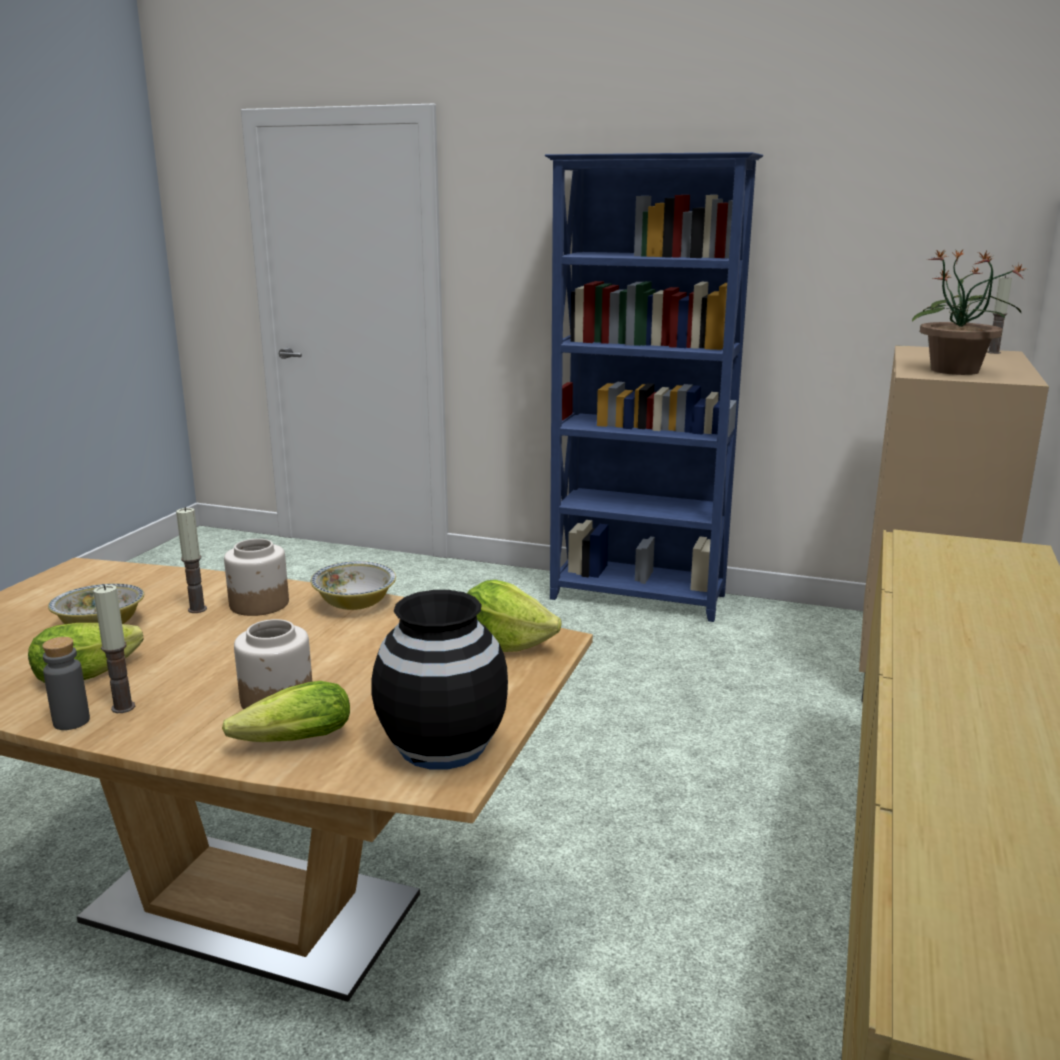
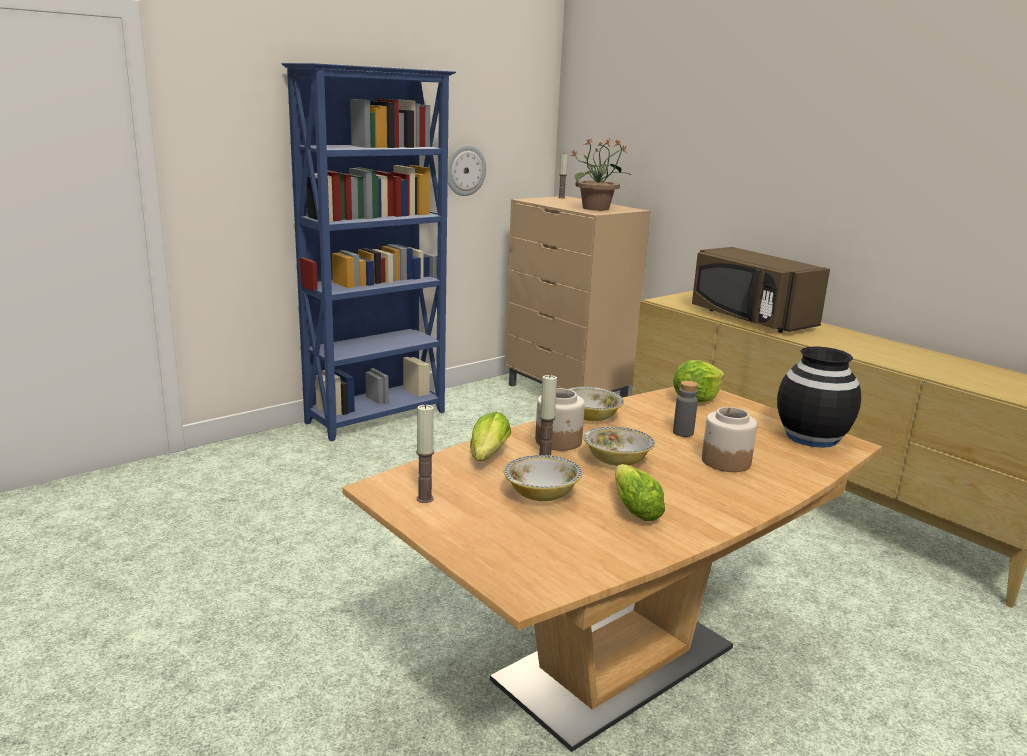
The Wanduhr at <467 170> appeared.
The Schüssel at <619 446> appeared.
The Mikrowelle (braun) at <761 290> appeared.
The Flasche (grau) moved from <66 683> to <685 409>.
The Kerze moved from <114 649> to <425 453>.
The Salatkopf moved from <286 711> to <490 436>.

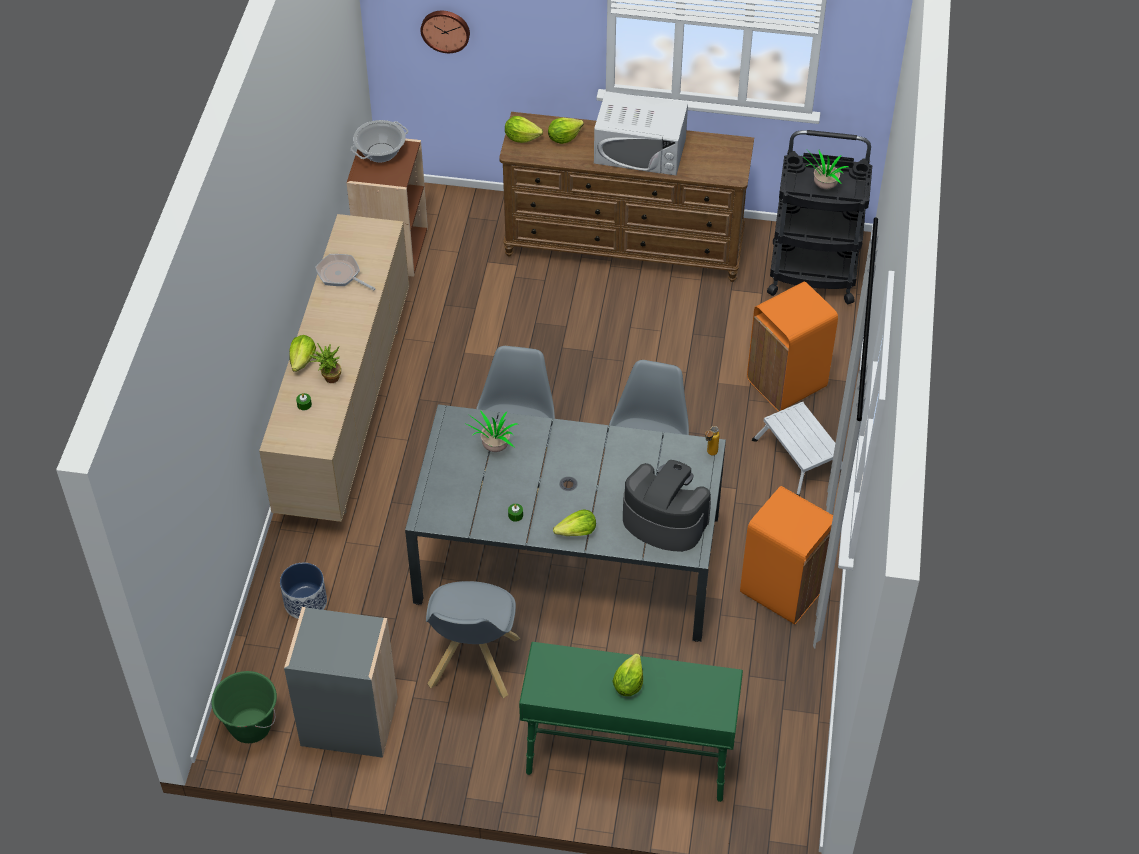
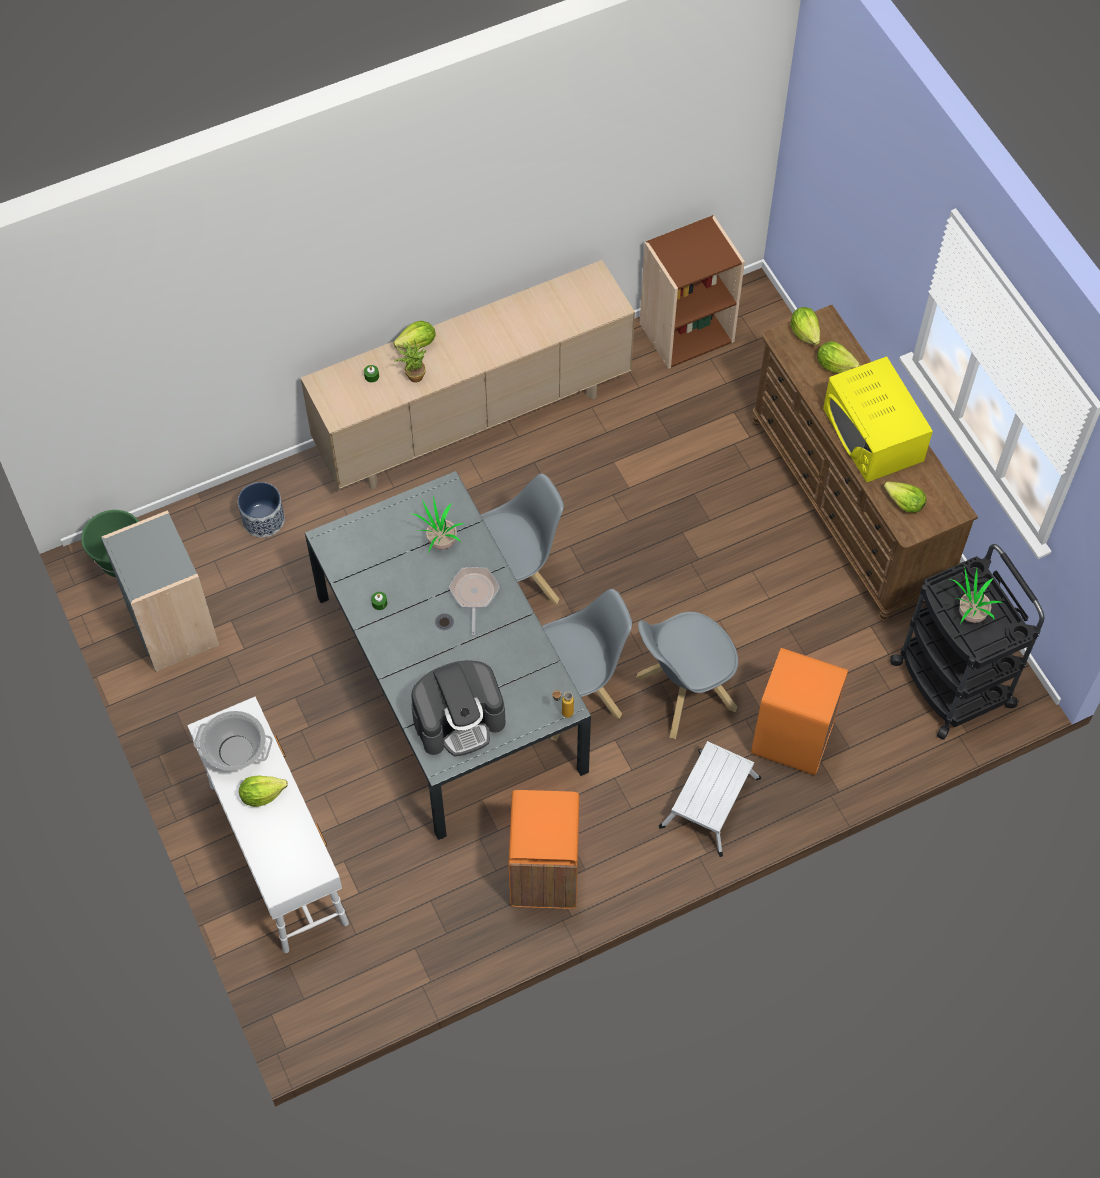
The Wanduhr at <445 32> disappeared.
The Pfanne moved from <345 272> to <474 601>.
The Kochtopf moved from <379 141> to <233 741>.
The Stuhl (grau) moved from <473 639> to <687 675>.
The Salatkopf moved from <574 522> to <905 497>.
The Konsolentisch (grün) at <631 722> became the Konsolentisch (weiß) at <268 825>.
The Mikrowelle (weiß) at <641 133> became the Mikrowelle (gelb) at <878 419>.
The Kaffeemaschine at <667 506> turned 75 degrees clockwise.

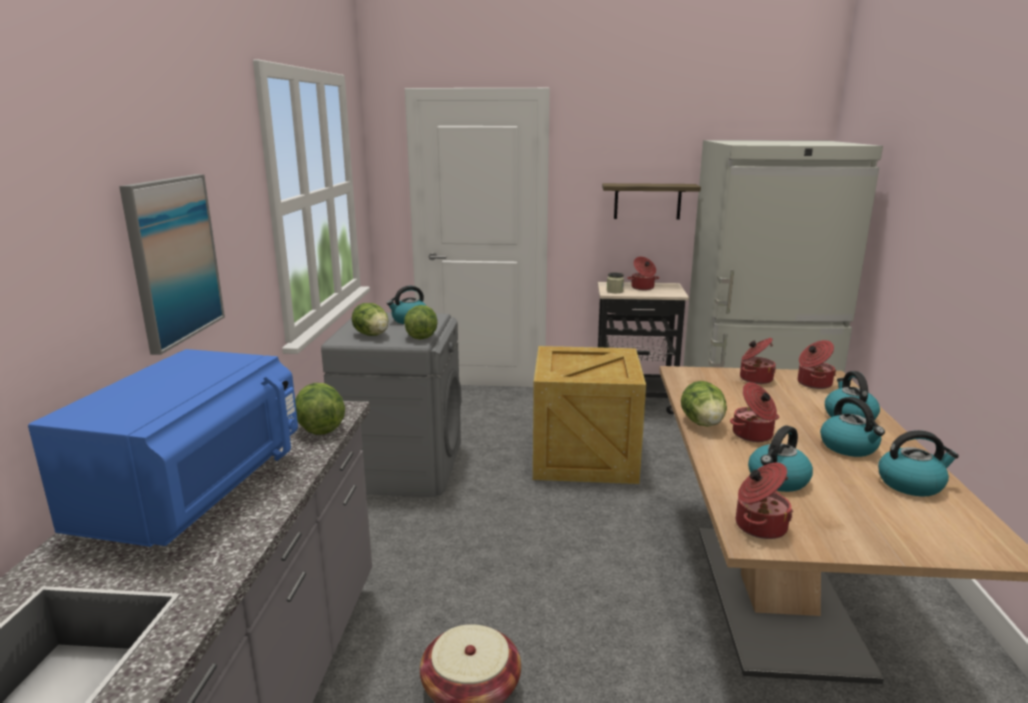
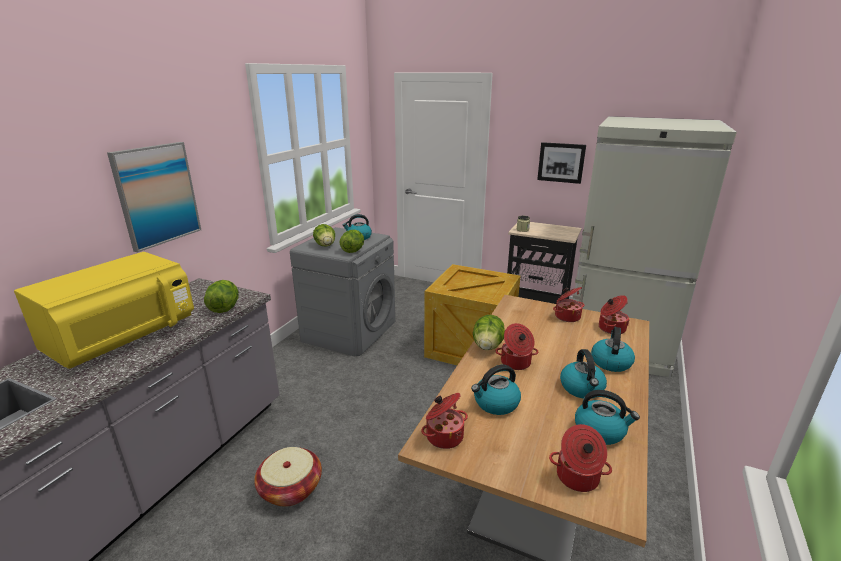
The Kochtopf moved from <643 273> to <580 458>.
The Wandregal at <651 201> was replaced by the Bild at <561 163>.
The Mikrowelle (blau) at <163 448> became the Mikrowelle (gelb) at <104 310>.

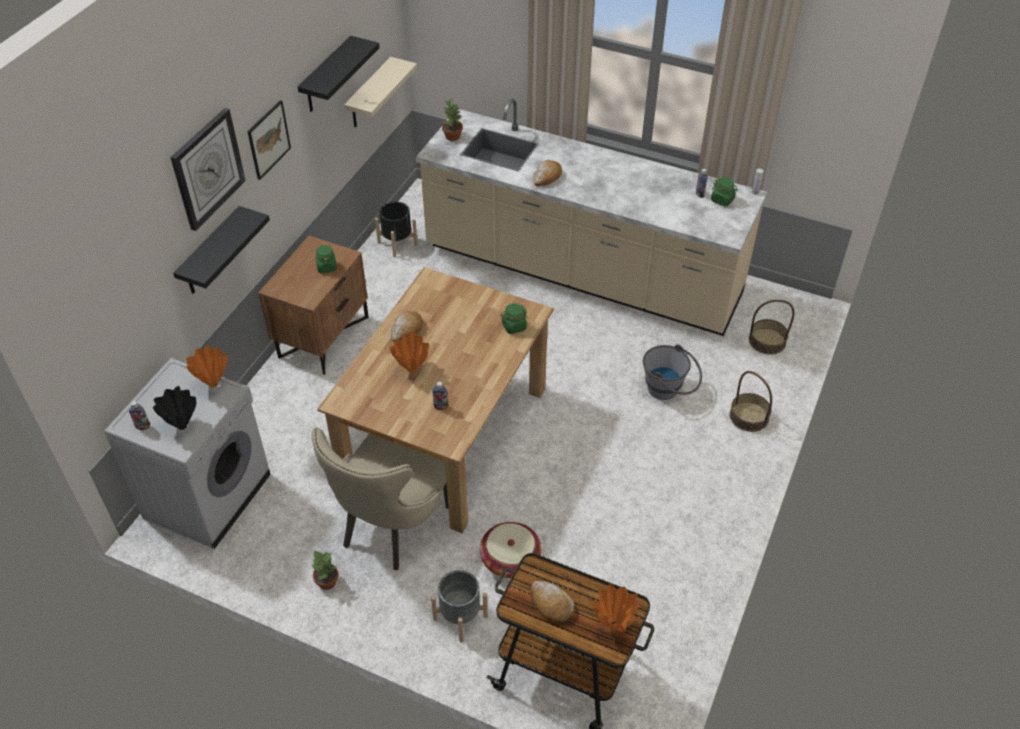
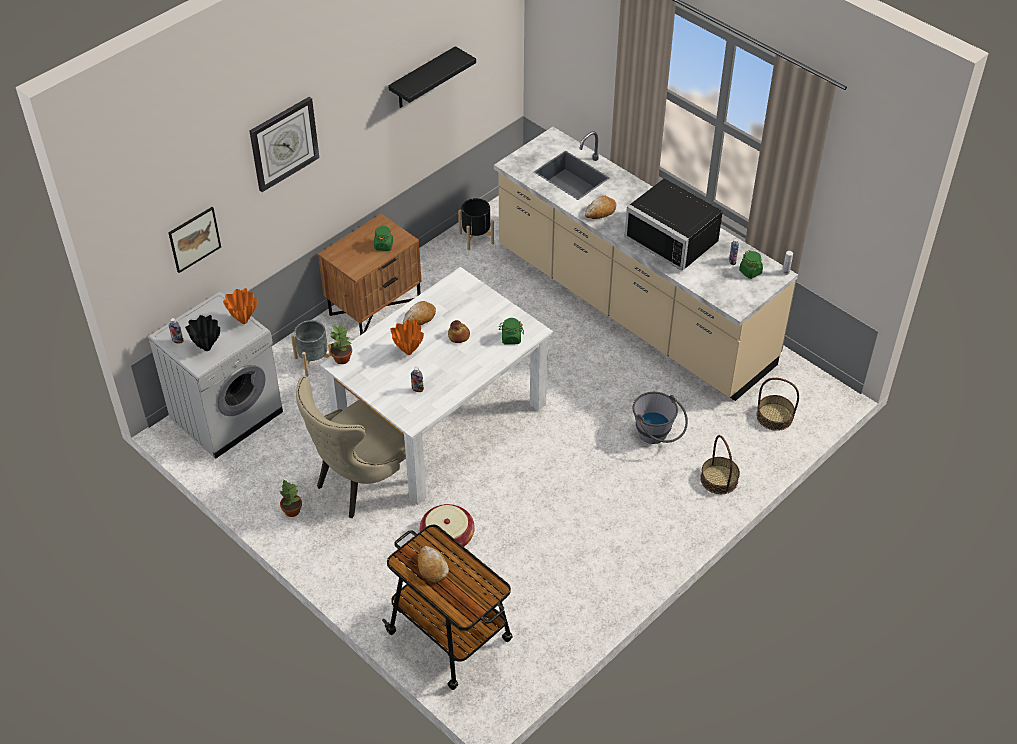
The Wandregal (schwarz) at <221 250> disappeared.
The Wandregal (beige) at <380 92> disappeared.
The Vase (orange) at <616 608> disappeared.
The Brot at <459 331> appeared.
The Mikrowelle (schwarz) at <673 224> appeared.
The Bild moved from <269 140> to <194 240>.
The Pflanzkübel (grau) moved from <459 606> to <311 348>.
The Topfpflanze moved from <452 119> to <341 344>.
The Esstisch (braun) at <435 400> became the Esstisch (weiß) at <436 386>.

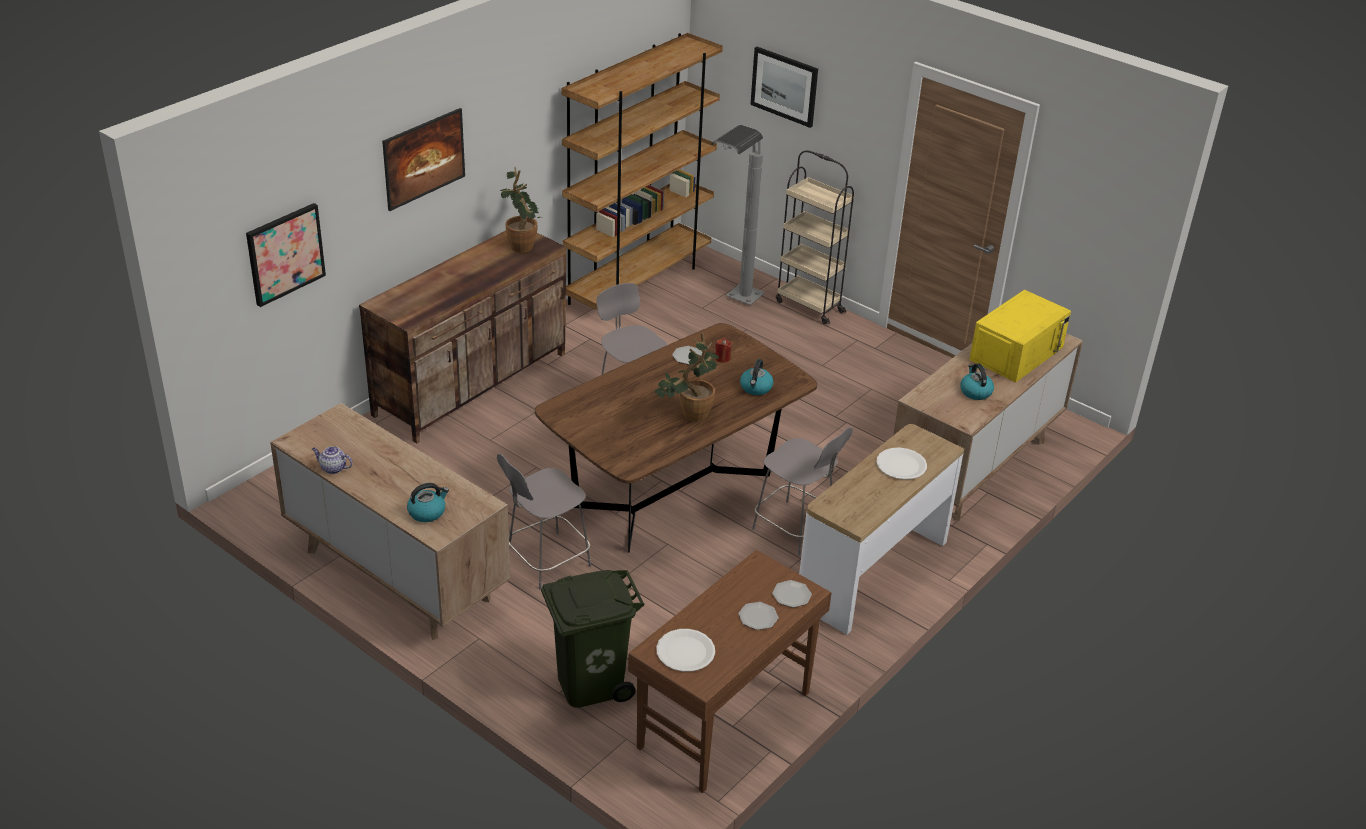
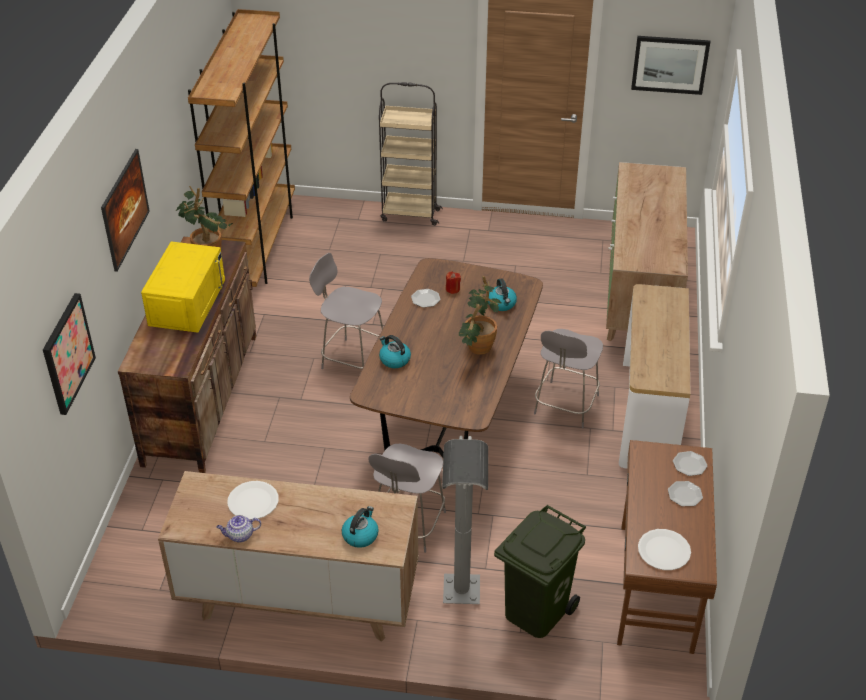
The Stehlampe (grau) moved from <738 215> to <465 520>.
The Bild moved from <784 87> to <670 65>.
The Teller (weiß) moved from <901 464> to <253 500>.
The Wasserkessel moved from <977 382> to <395 351>.
The Mikrowelle (gelb) moved from <1020 336> to <183 287>.
The Stuhl (grau) at <802 491> turned 105 degrees clockwise.

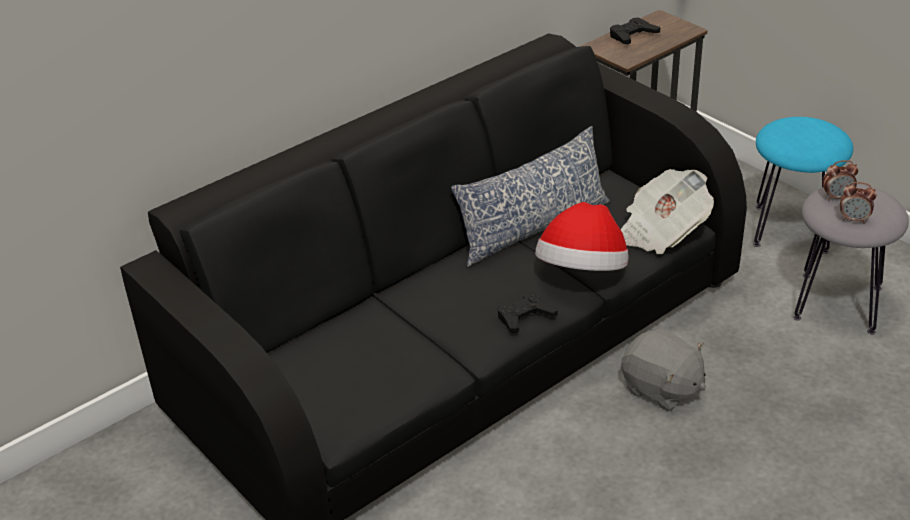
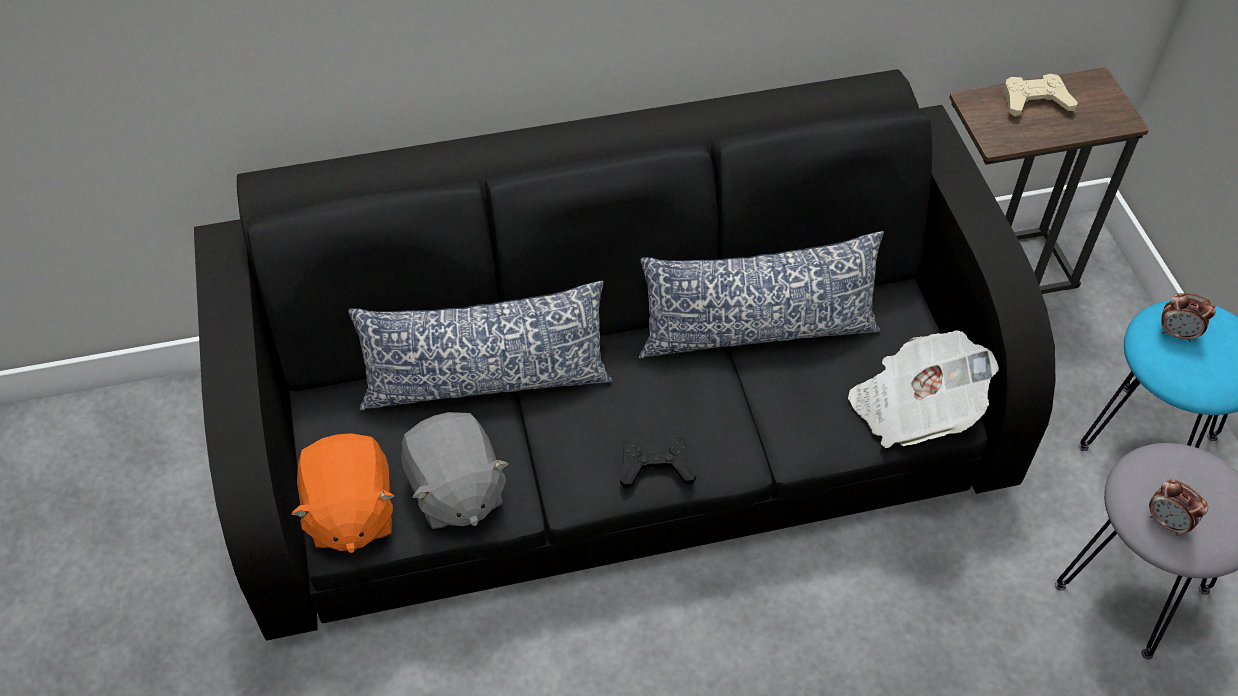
The Hut at <581 236> disappeared.
The Plüschtier (orange) at <343 493> appeared.
The Kissen at <480 345> appeared.
The Plüschtier (grau) moved from <663 369> to <455 470>.
The Wecker moved from <840 180> to <1188 317>.
The Gamepad (schwarz) at <635 30> became the Gamepad (beige) at <1040 95>.

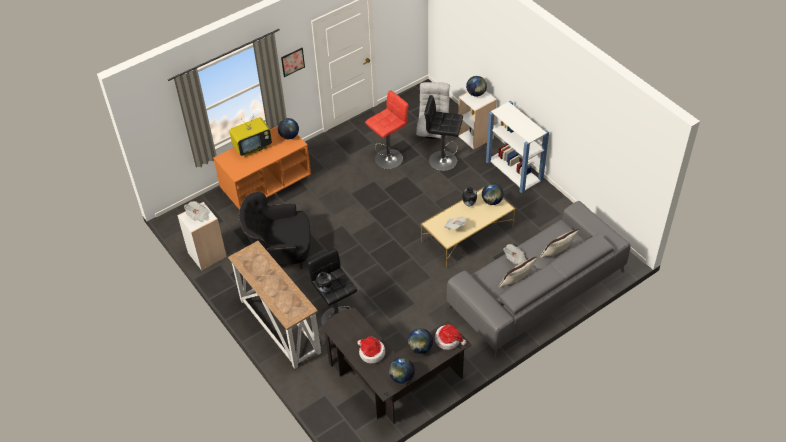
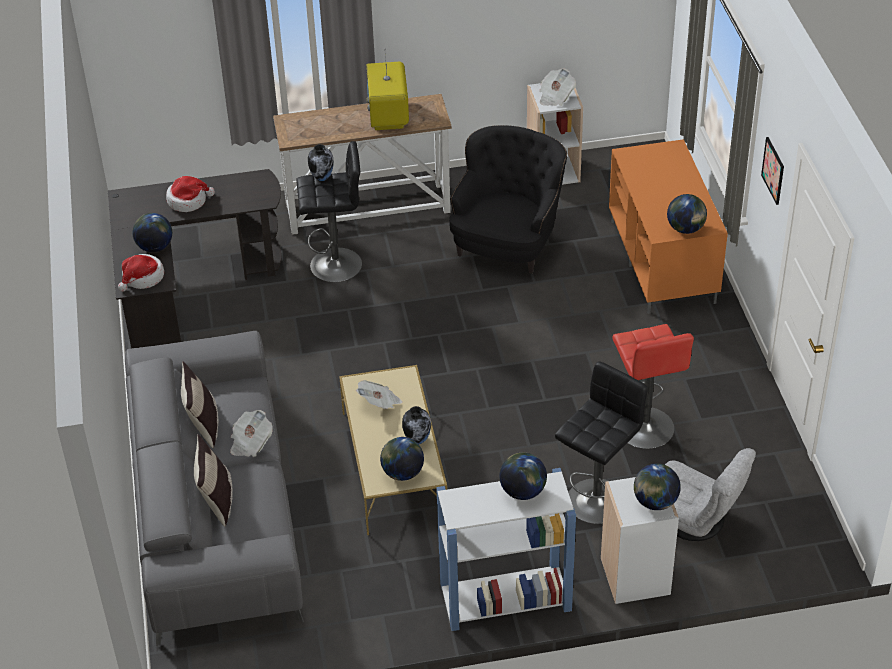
The Fernseher moved from <250 136> to <387 89>.
The Globus moved from <402 370> to <523 476>.

